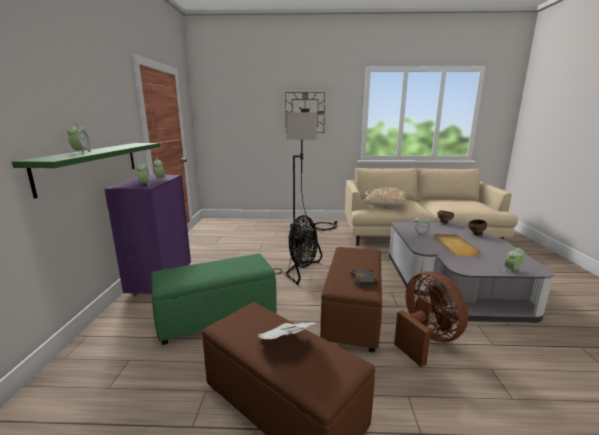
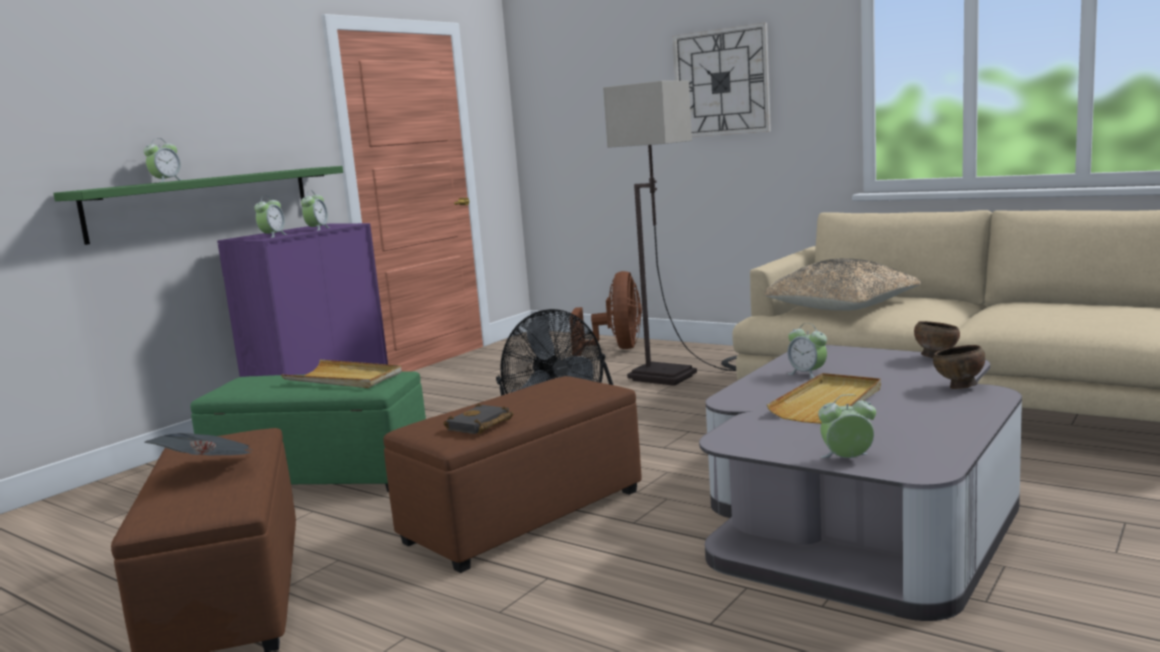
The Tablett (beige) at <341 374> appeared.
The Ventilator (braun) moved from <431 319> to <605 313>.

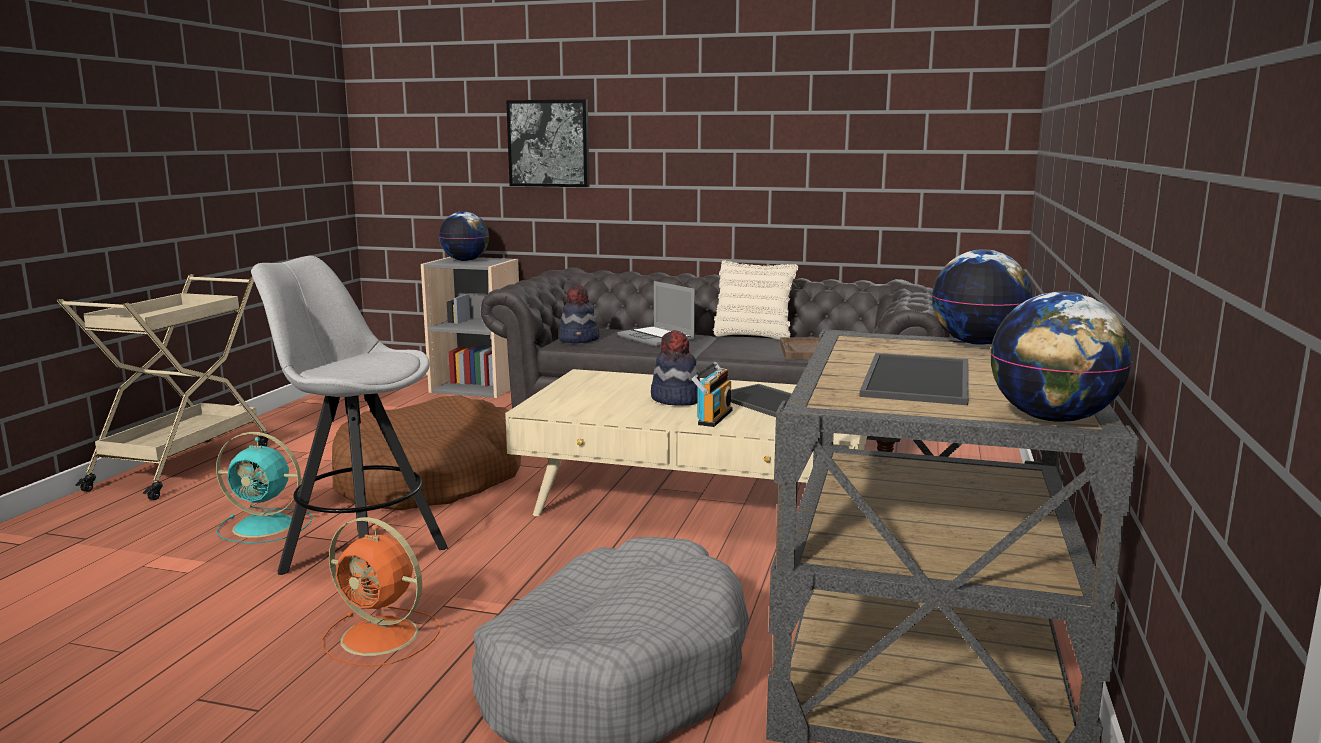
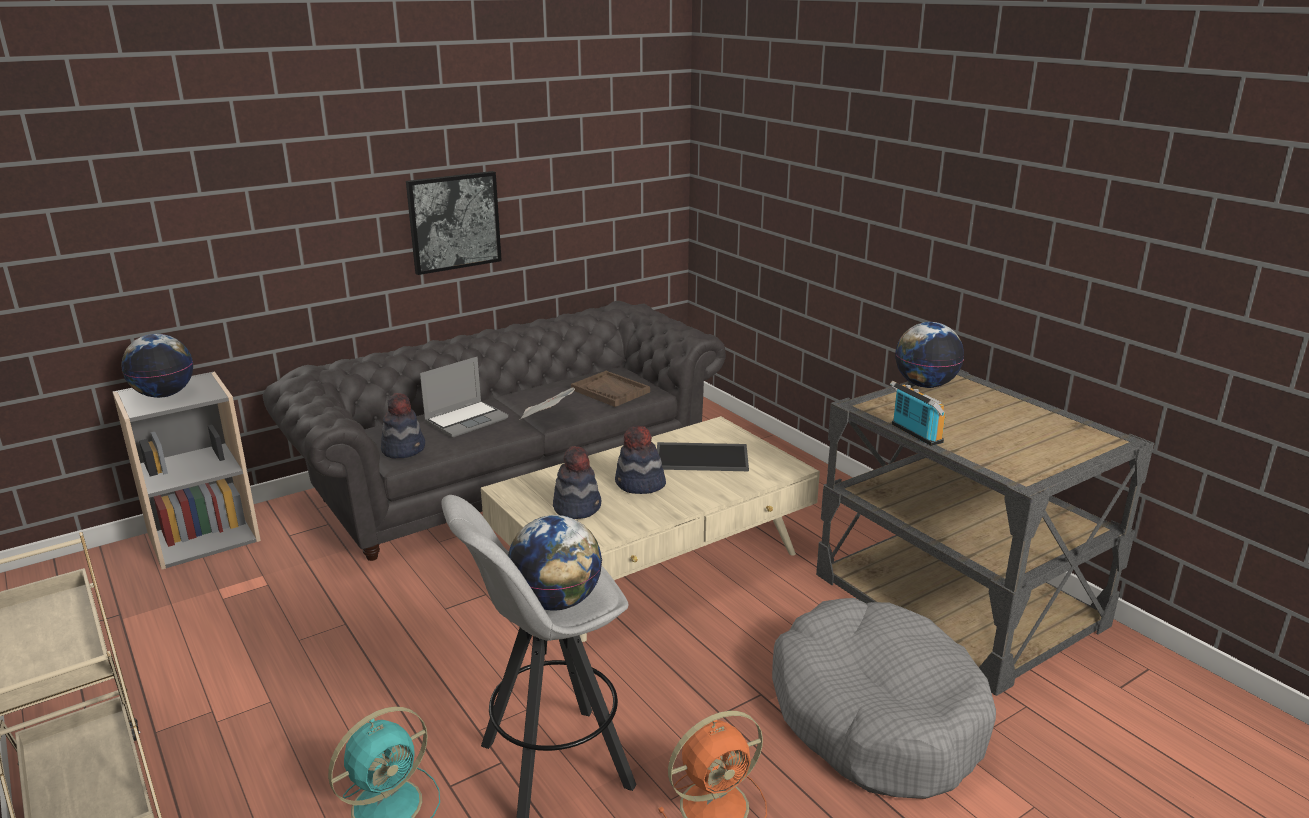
The Hundebett (braun) at <426 452> disappeared.
The Kissen (beige) at <755 300> disappeared.
The Tablett at <913 379> disappeared.
The Zeitung at <547 403> appeared.
The Hut at <577 482> appeared.
The Bild moved from <547 143> to <454 223>.
The Radio moved from <712 394> to <918 413>.
The Globus moved from <1061 357> to <555 563>.
The Laptop at <656 314> turned 45 degrees counterclockwise.

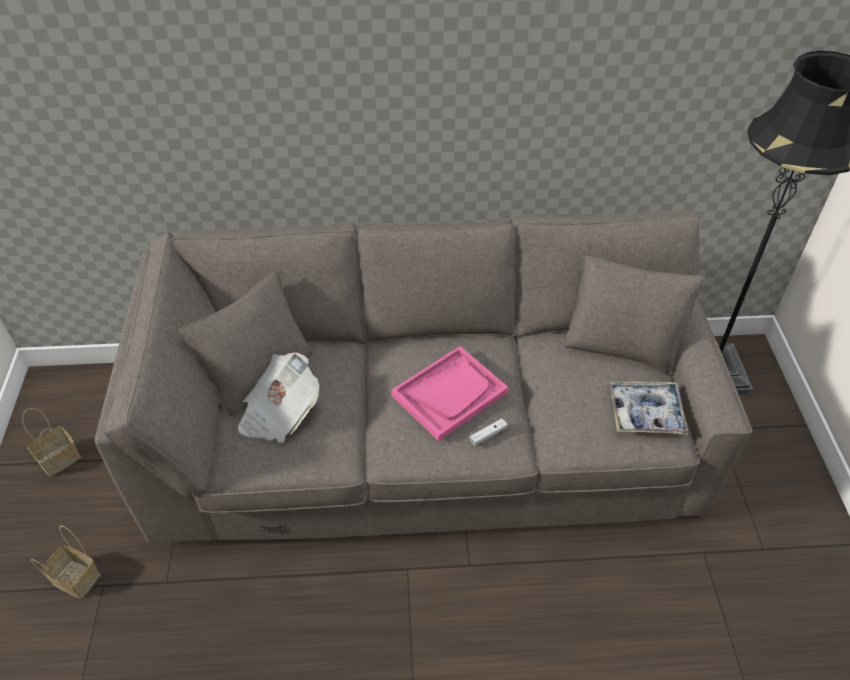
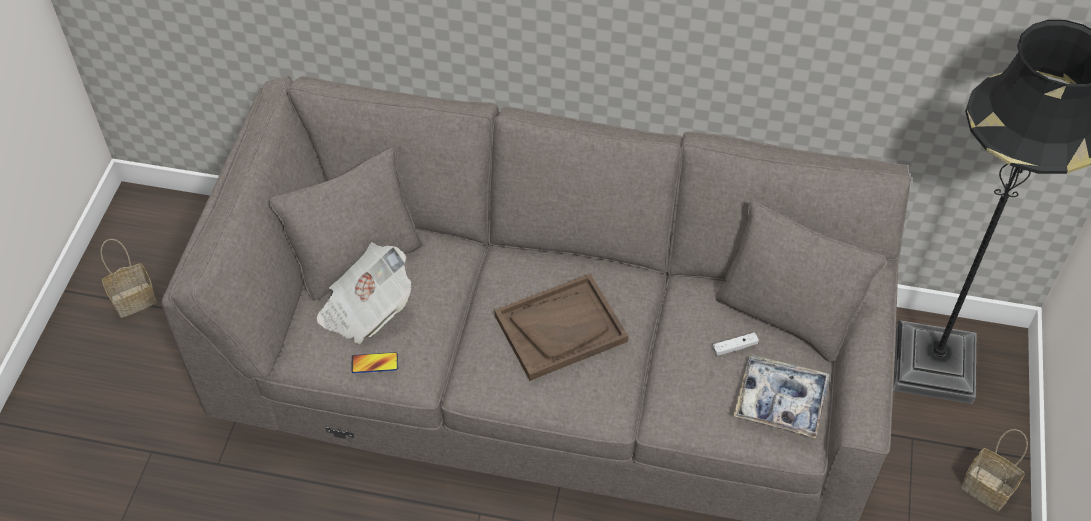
The Handy at <375 362> appeared.
The Korb moved from <65 562> to <994 470>.
The Gamepad (weiß) moved from <489 432> to <735 344>.
The Tablett (rosa) at <450 393> became the Tablett (braun) at <561 327>.

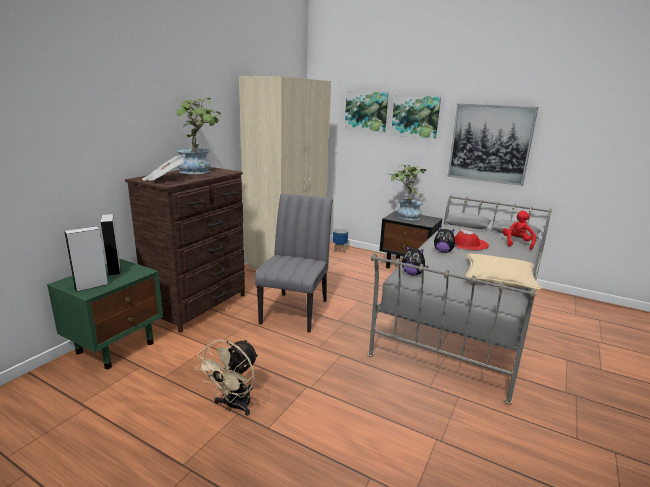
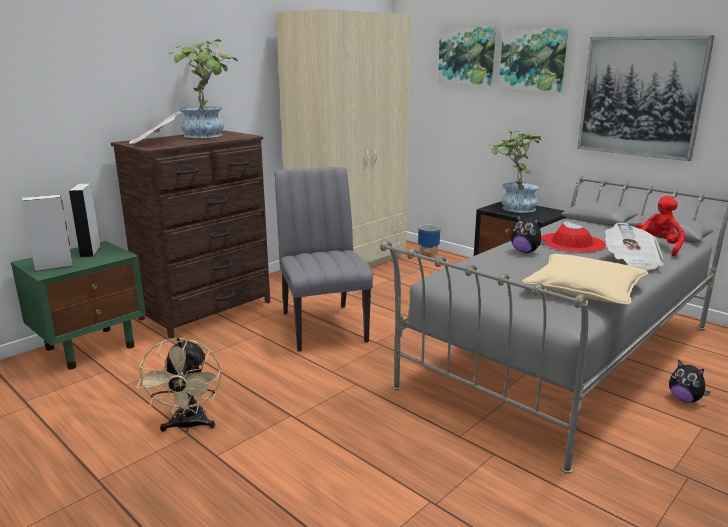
The Zeitung at <634 247> appeared.
The Plüschtier moved from <415 260> to <690 380>.
The Ventilator (beige) at <226 377> turned 45 degrees counterclockwise.
The Stuhl (grau) at <294 263> turned 45 degrees counterclockwise.

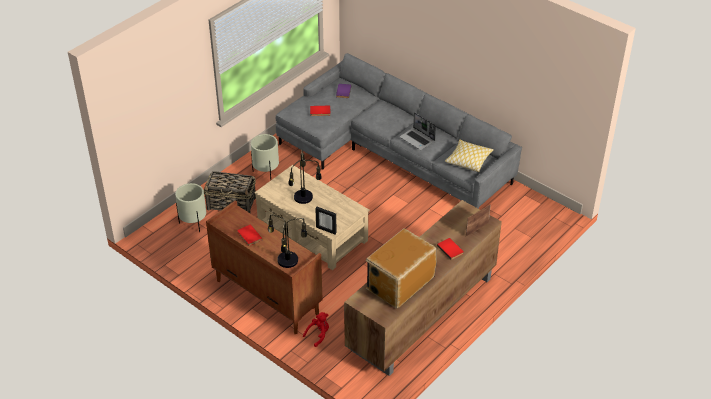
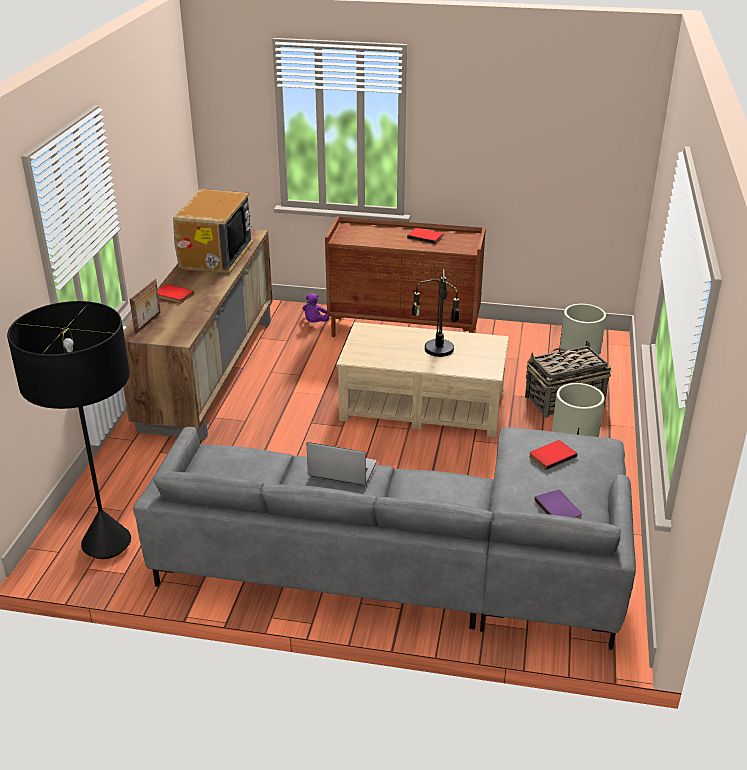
The Tischlampe at <287 241> disappeared.
The Bilderrahmen at <326 220> disappeared.
The Kissen at <469 155> disappeared.
The Stehlampe (schwarz) at <69 430> appeared.
The Plüschtier (rot) at <316 329> became the Plüschtier (lila) at <316 307>.

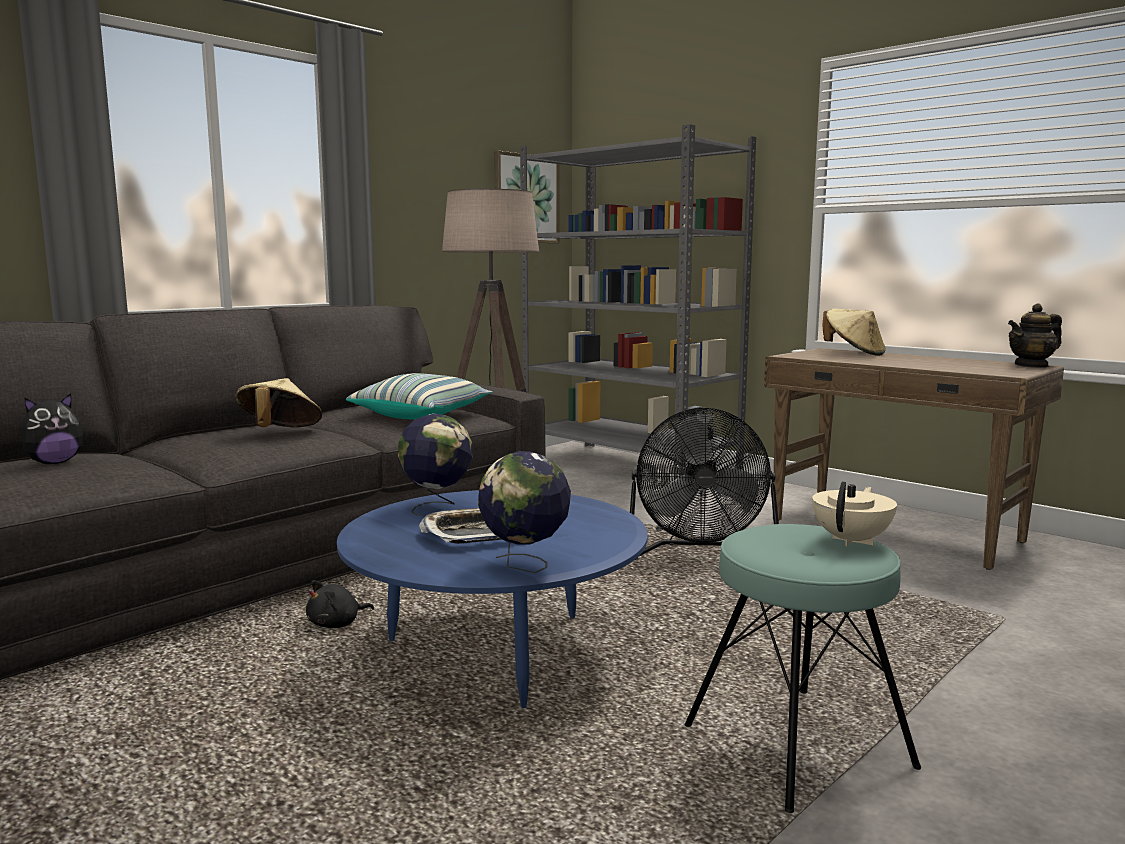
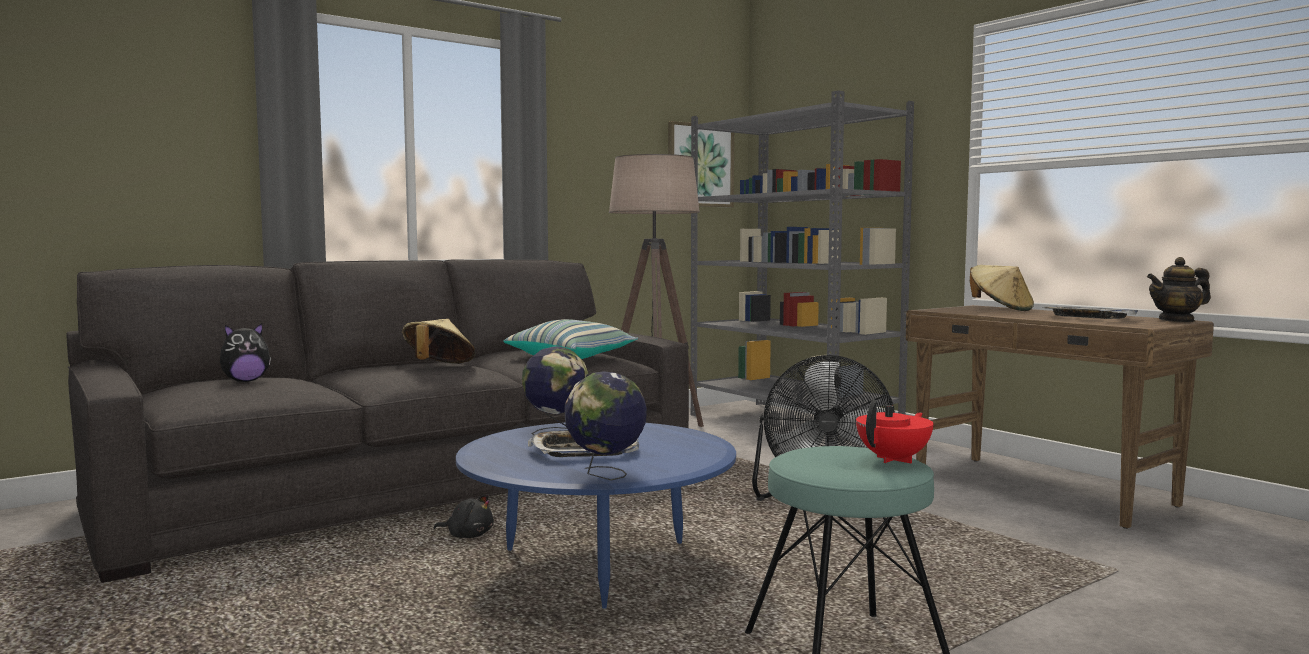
The Tablett at <1091 312> appeared.
The Teekanne (beige) at <854 514> became the Teekanne (rot) at <895 431>.
The Plüschtier (schwarz) at <340 604> turned 135 degrees counterclockwise.

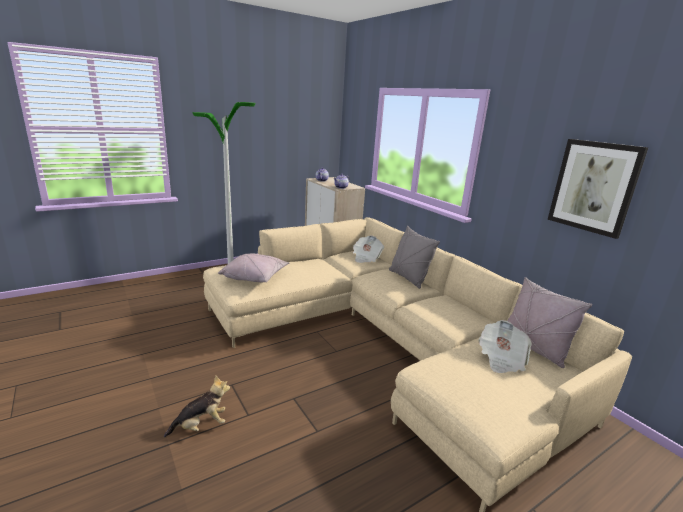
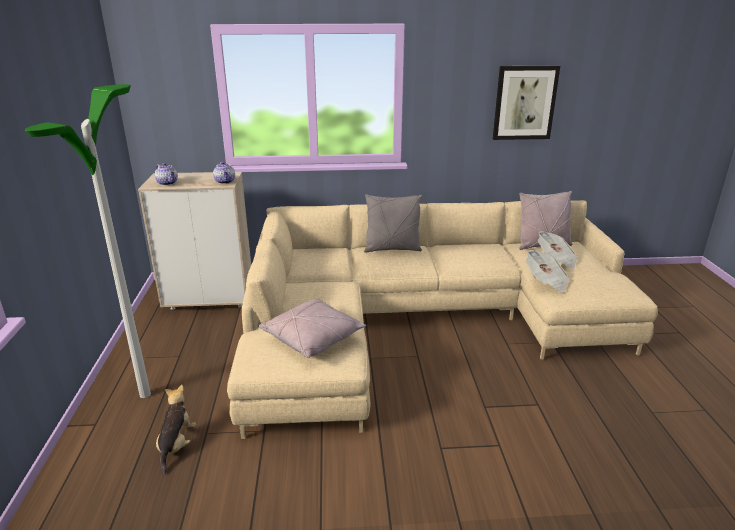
The Plüschtier moved from <197 406> to <176 429>.
The Zeitung moved from <368 249> to <548 271>.

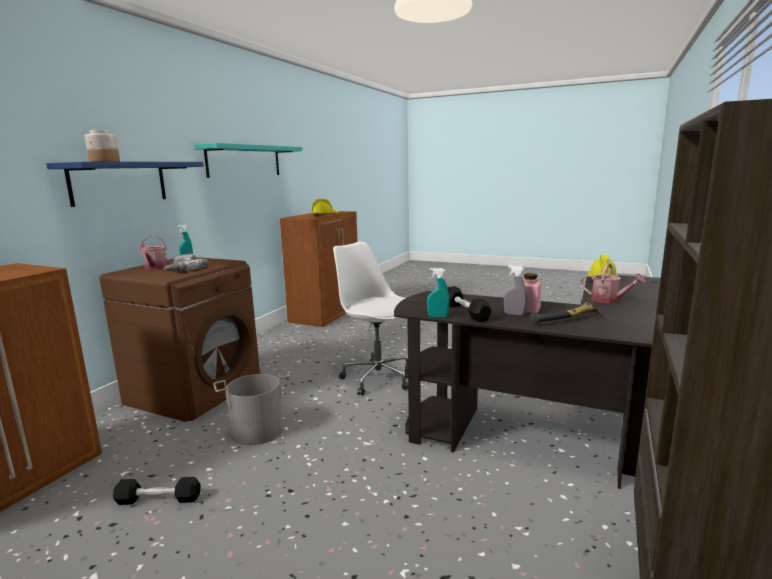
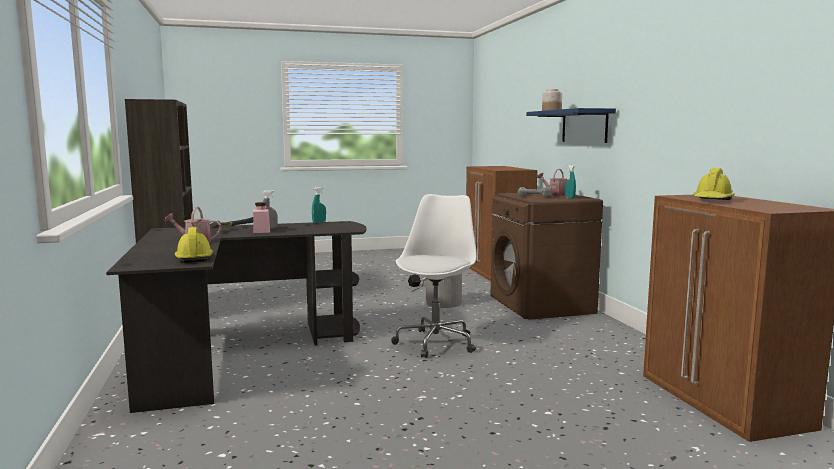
The Wandregal (türkis) at <248 160> disappeared.
The Hantel (schwarz) at <469 304> disappeared.
The Bürostuhl (weiß) at <370 318> turned 75 degrees counterclockwise.

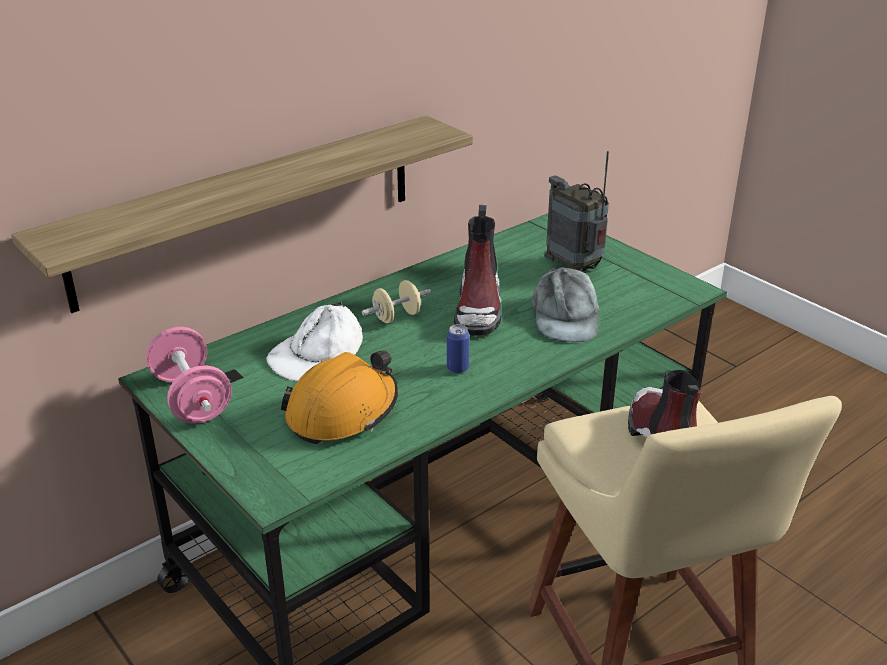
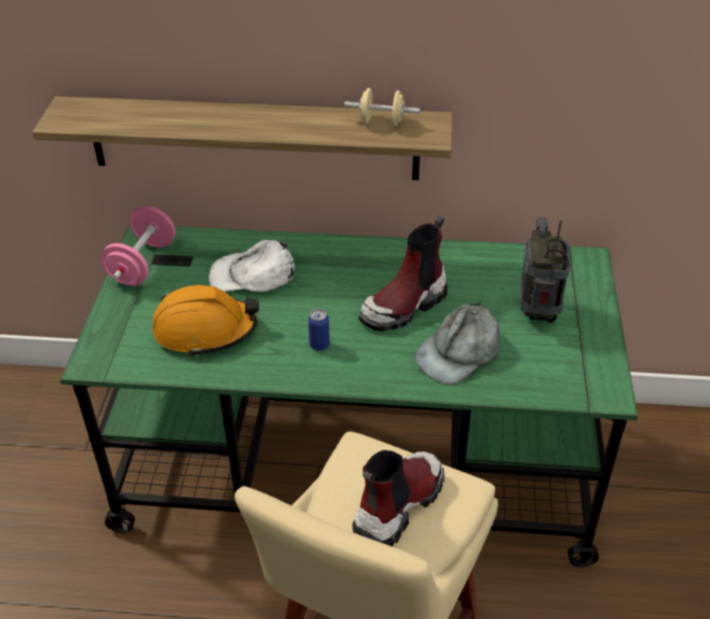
The Hantel (beige) moved from <396 301> to <382 107>.

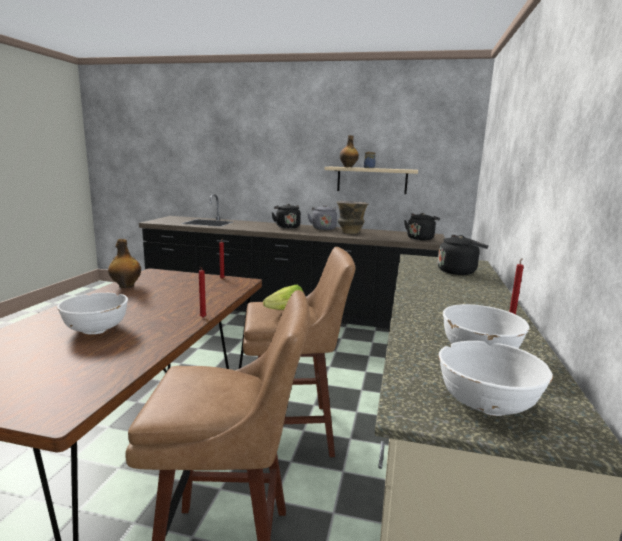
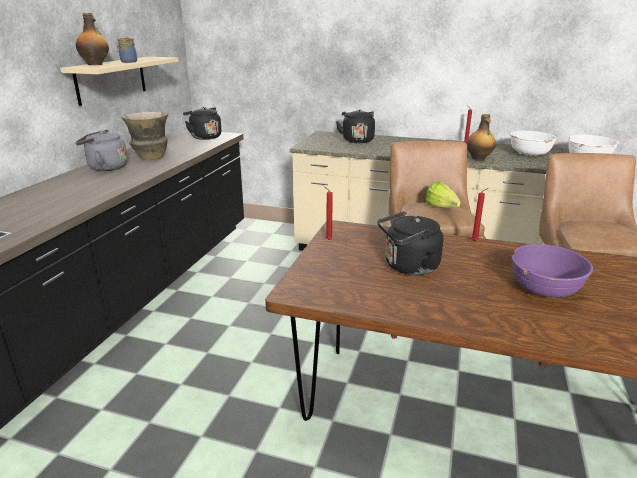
The Flasche moved from <124 263> to <481 137>.
The Wasserkessel (schwarz) moved from <286 216> to <410 243>.
The Schüssel (weiß) at <92 314> became the Schüssel (lila) at <552 271>.

